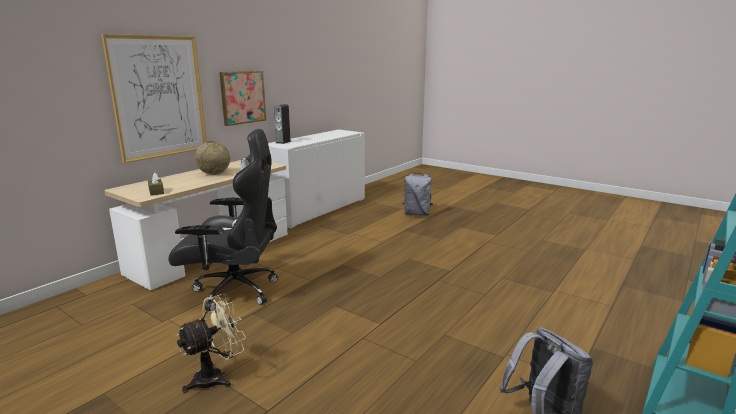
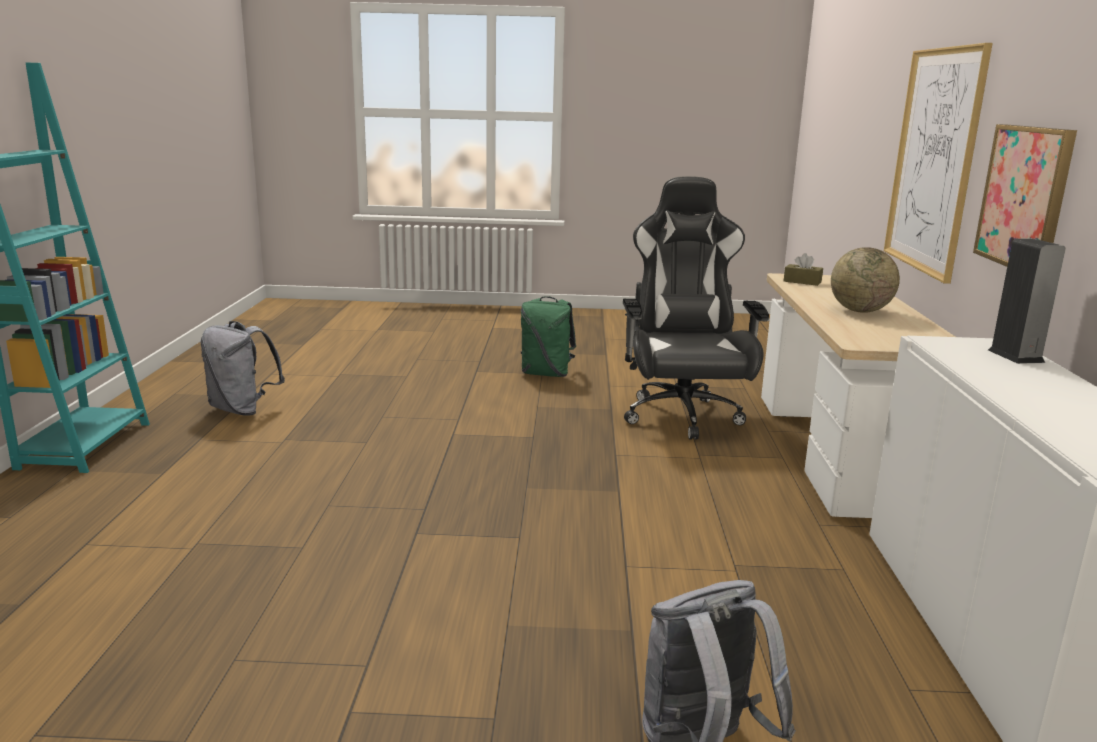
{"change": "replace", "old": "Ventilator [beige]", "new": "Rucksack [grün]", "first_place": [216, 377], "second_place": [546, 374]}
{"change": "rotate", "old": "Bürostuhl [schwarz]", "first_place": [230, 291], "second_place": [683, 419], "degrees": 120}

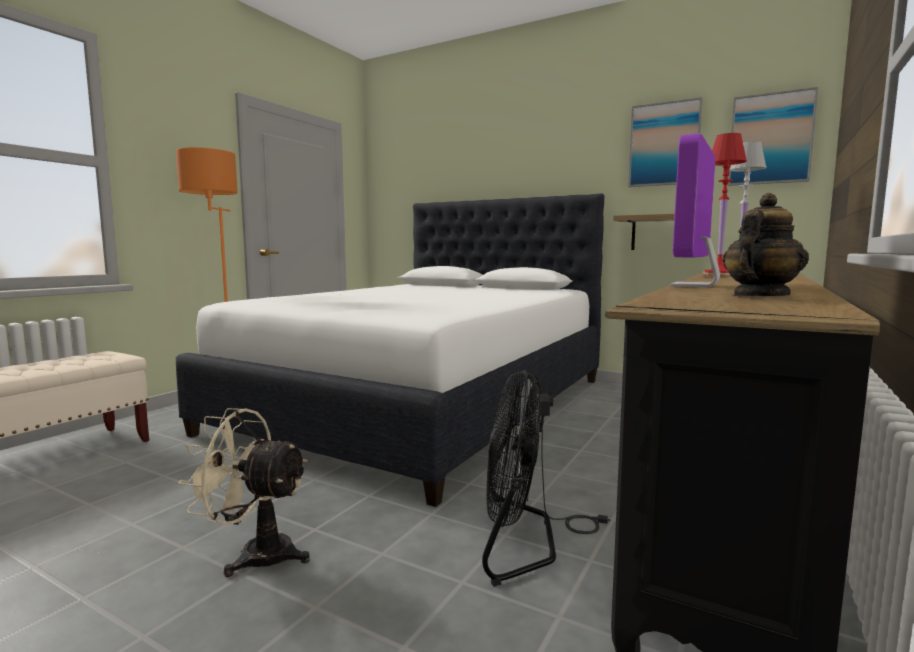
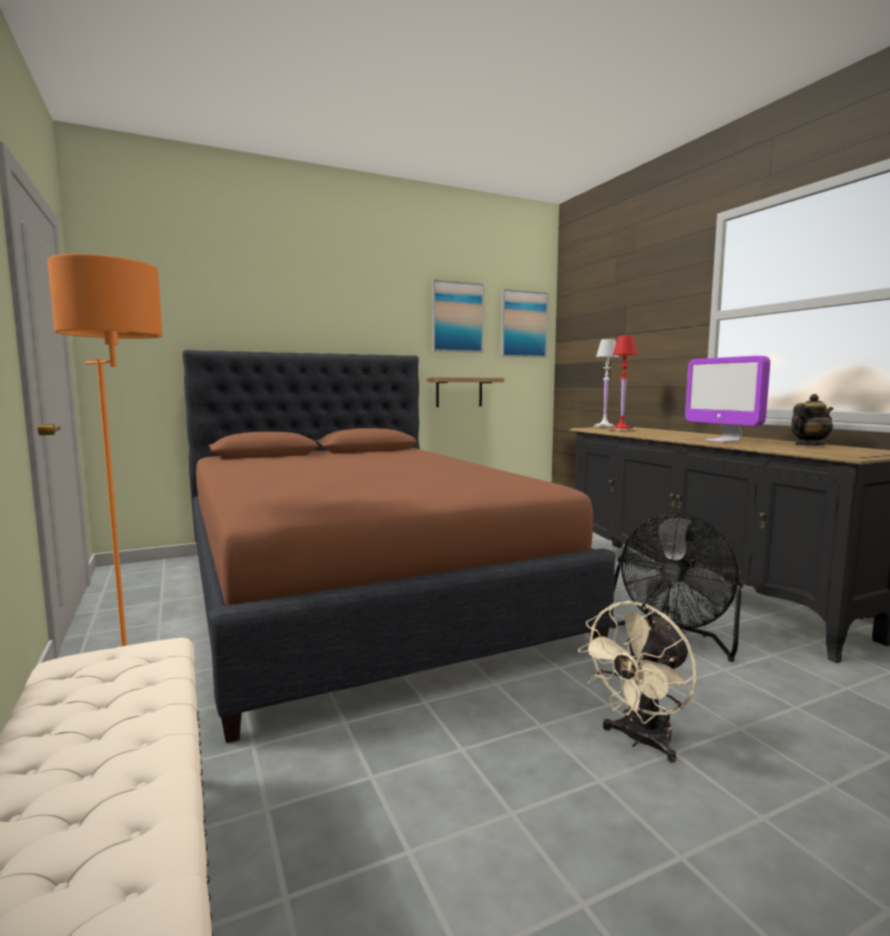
{"change": "recolor", "old": "Bett [weiß]", "new": "Bett [braun]", "first_place": [426, 404], "second_place": [359, 592]}
{"change": "rotate", "old": "Teekanne", "first_place": [759, 296], "second_place": [809, 445], "degrees": 75}

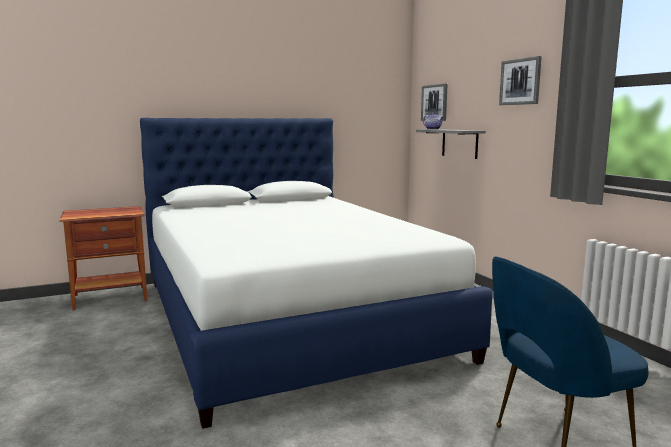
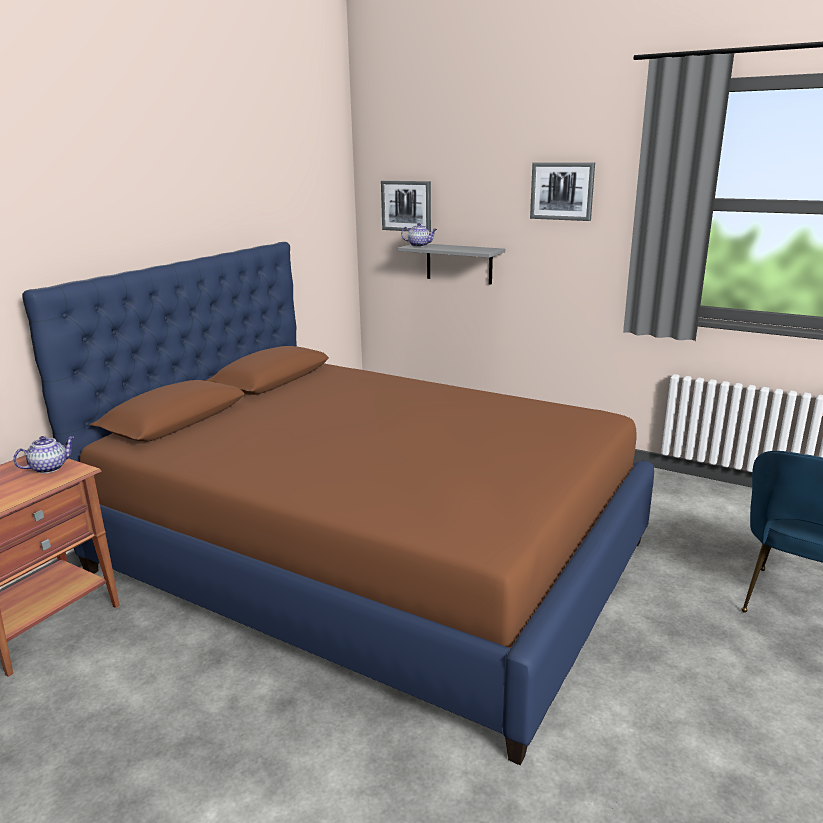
{"change": "insert", "new": "Teekanne", "second_place": [49, 468]}
{"change": "recolor", "old": "Bett [weiß]", "new": "Bett [braun]", "first_place": [287, 316], "second_place": [368, 556]}

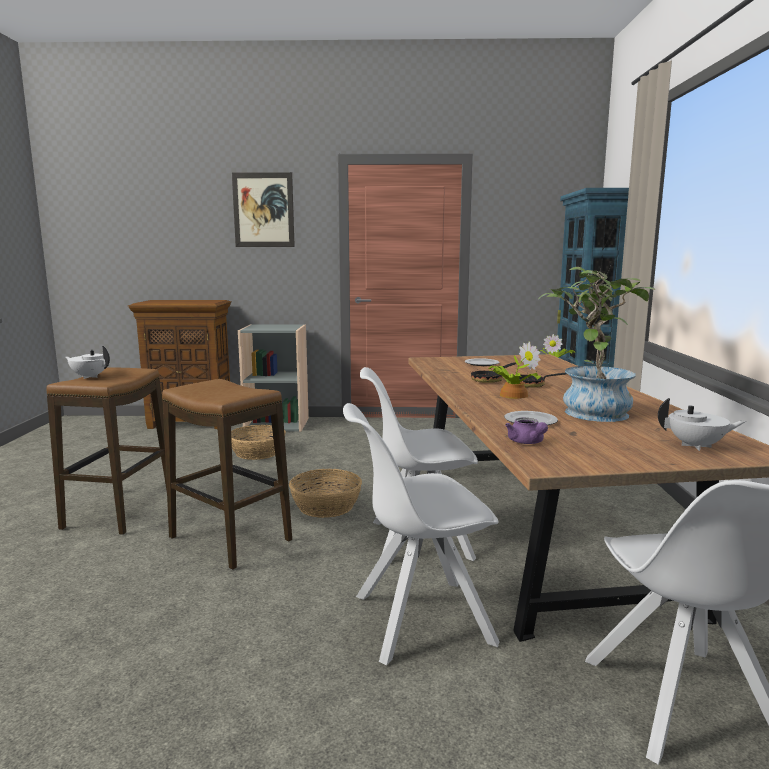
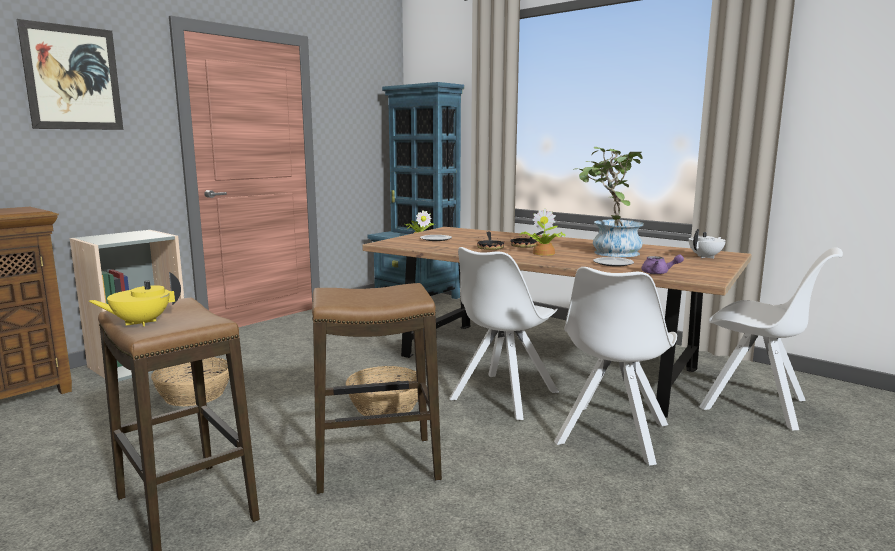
{"change": "recolor", "old": "Teekanne [weiß]", "new": "Teekanne [gelb]", "first_place": [90, 376], "second_place": [140, 323]}

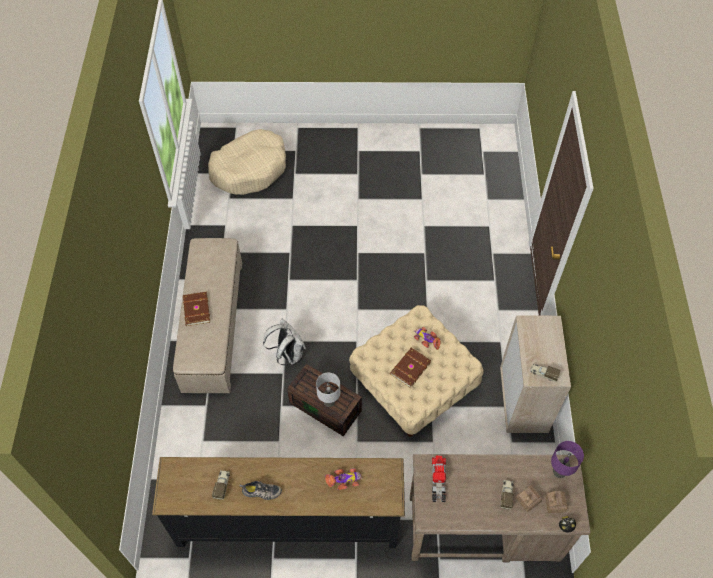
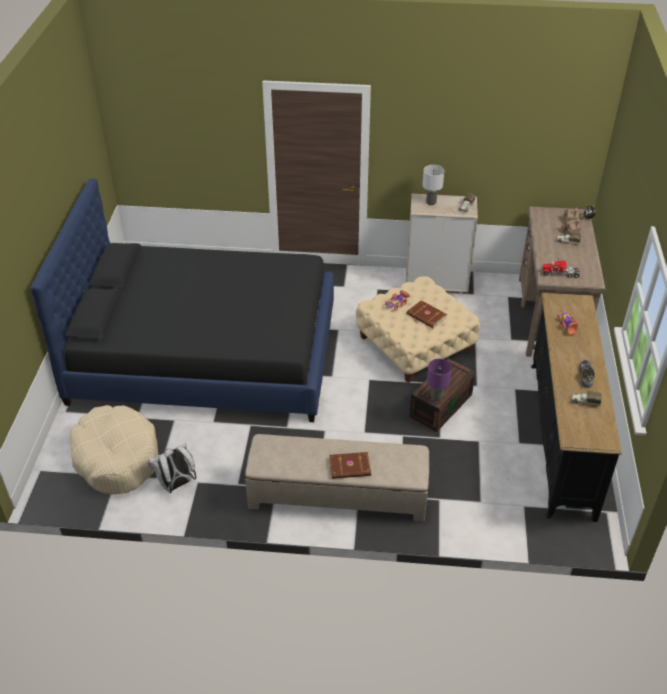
{"change": "insert", "new": "Bett [schwarz]", "second_place": [205, 353]}
{"change": "move", "old": "Rucksack [weiß]", "first_place": [288, 354], "second_place": [176, 484]}
{"change": "move", "old": "Tischlampe [weiß]", "first_place": [329, 401], "second_place": [430, 202]}
{"change": "move", "old": "Tischlampe [lila]", "first_place": [559, 471], "second_place": [435, 397]}

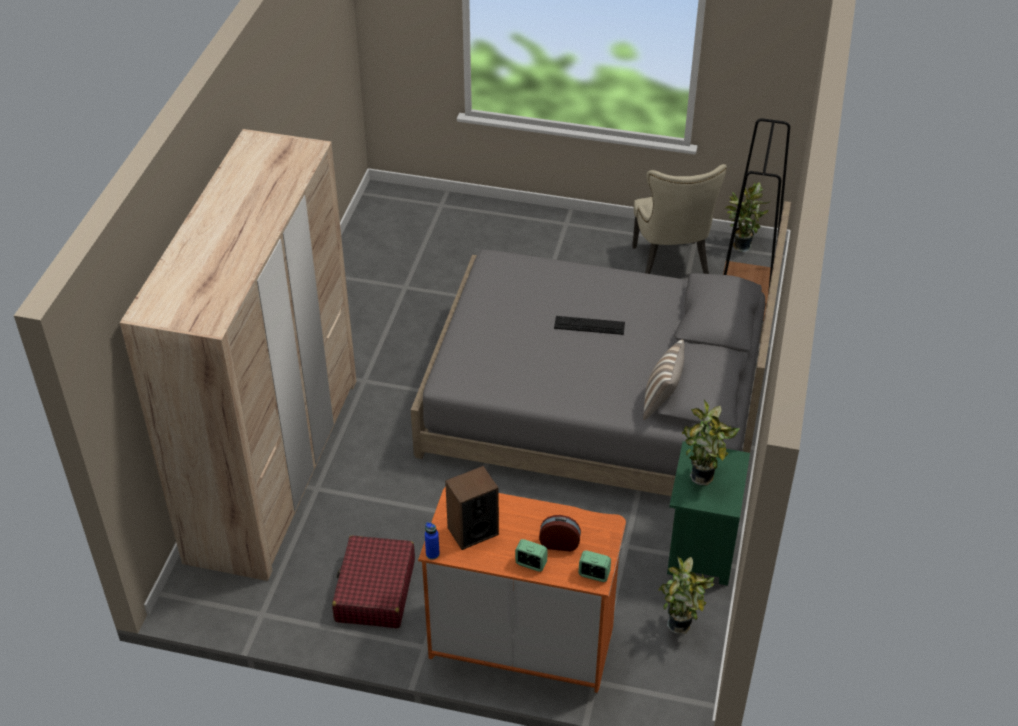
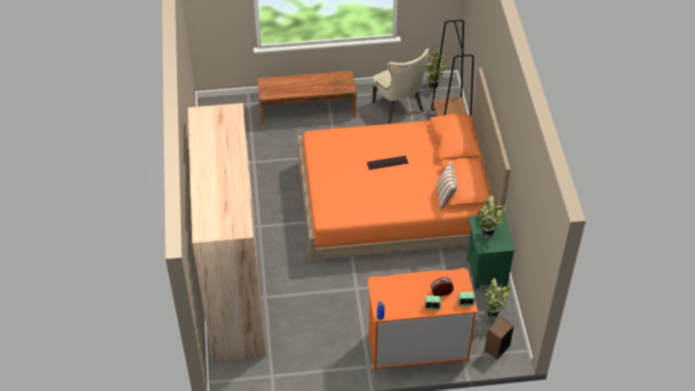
{"change": "delete", "old": "Koffer [rot]", "first_place": [375, 591]}
{"change": "insert", "new": "Bank [braun]", "second_place": [308, 109]}
{"change": "move", "old": "Lautsprecher", "first_place": [472, 531], "second_place": [497, 348]}
{"change": "recolor", "old": "Bett [grau]", "new": "Bett [orange]", "first_place": [596, 404], "second_place": [395, 204]}

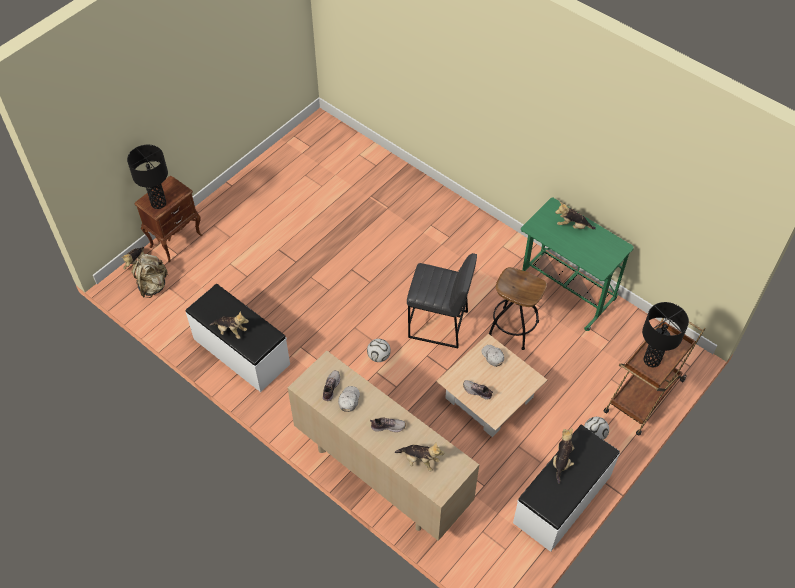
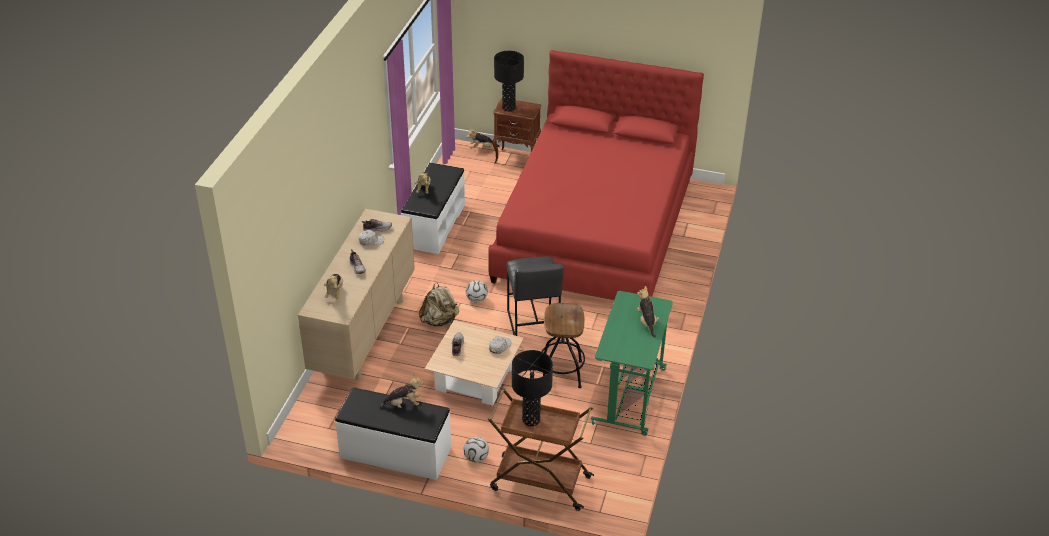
{"change": "insert", "new": "Bett [rot]", "second_place": [595, 229]}
{"change": "move", "old": "Rucksack [beige]", "first_place": [153, 285], "second_place": [439, 321]}

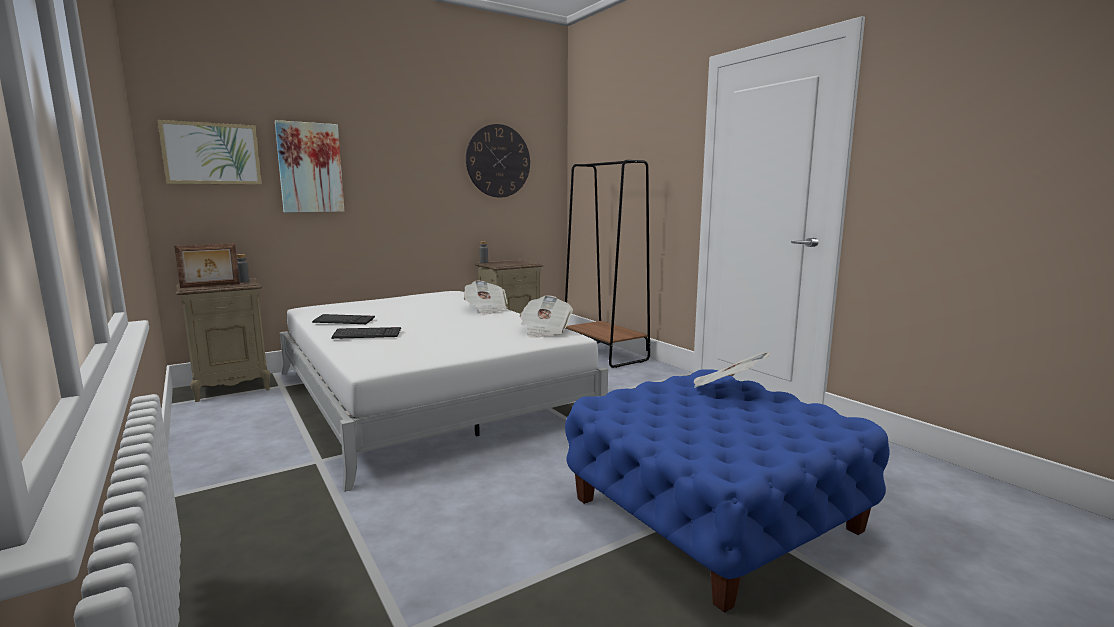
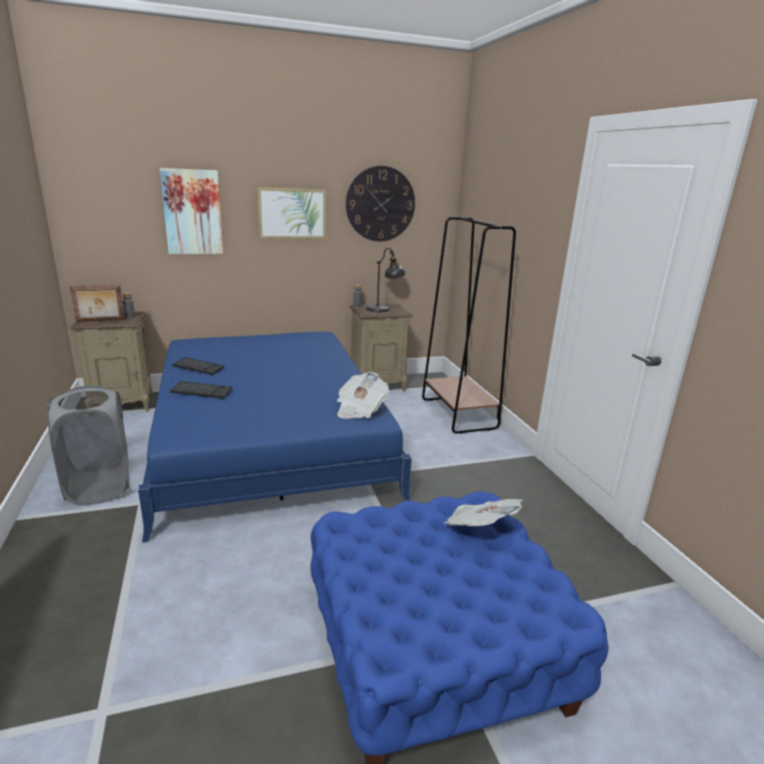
{"change": "delete", "old": "Zeitung", "first_place": [486, 309]}
{"change": "insert", "new": "Wäschekorb [grau]", "second_place": [99, 487]}
{"change": "insert", "new": "Tischlampe [grau]", "second_place": [384, 308]}
{"change": "move", "old": "Bild", "first_place": [212, 154], "second_place": [292, 213]}
{"change": "recolor", "old": "Bett [weiß]", "new": "Bett [blau]", "first_place": [426, 393], "second_place": [268, 438]}

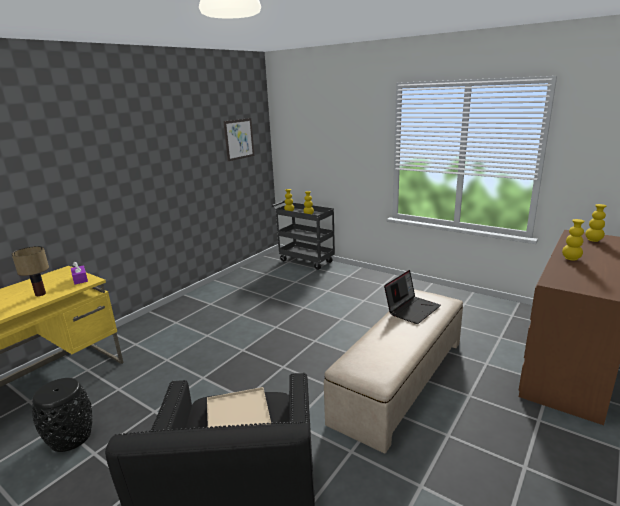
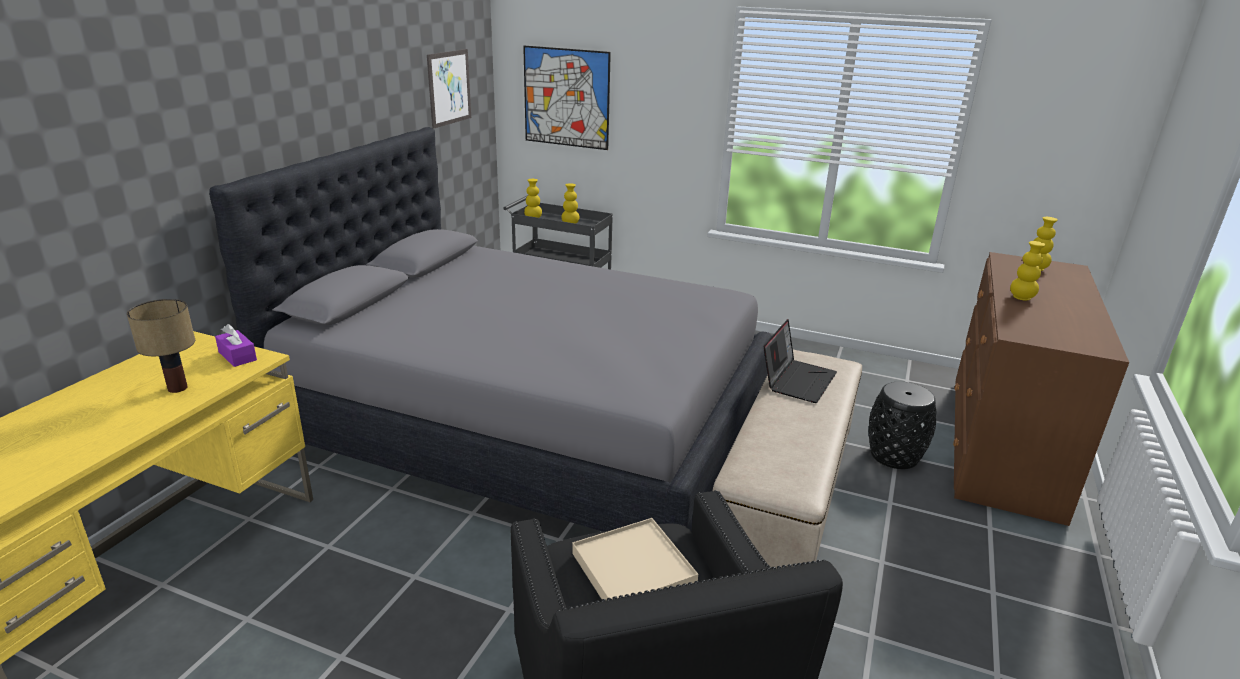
{"change": "insert", "new": "Bett [grau]", "second_place": [528, 421]}
{"change": "insert", "new": "Bild", "second_place": [566, 98]}
{"change": "move", "old": "Hocker [schwarz]", "first_place": [70, 438], "second_place": [894, 456]}

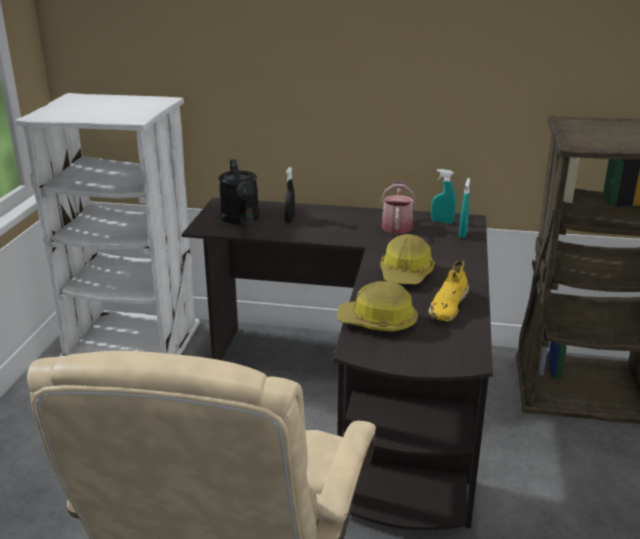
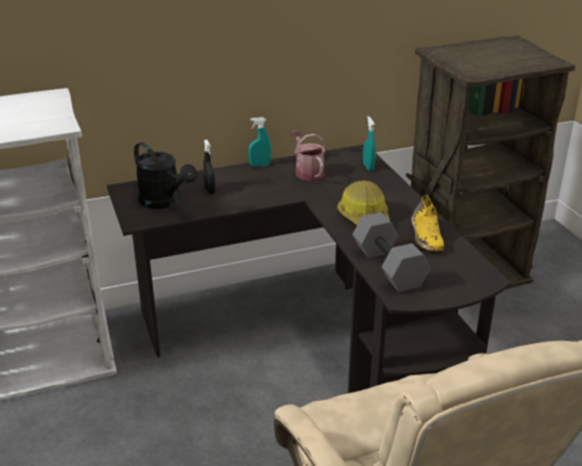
{"change": "move", "old": "Sprühflasche [türkis]", "first_place": [442, 222], "second_place": [260, 165]}
{"change": "replace", "old": "Schutzhelm", "new": "Hantel [grau]", "first_place": [378, 322], "second_place": [390, 267]}

